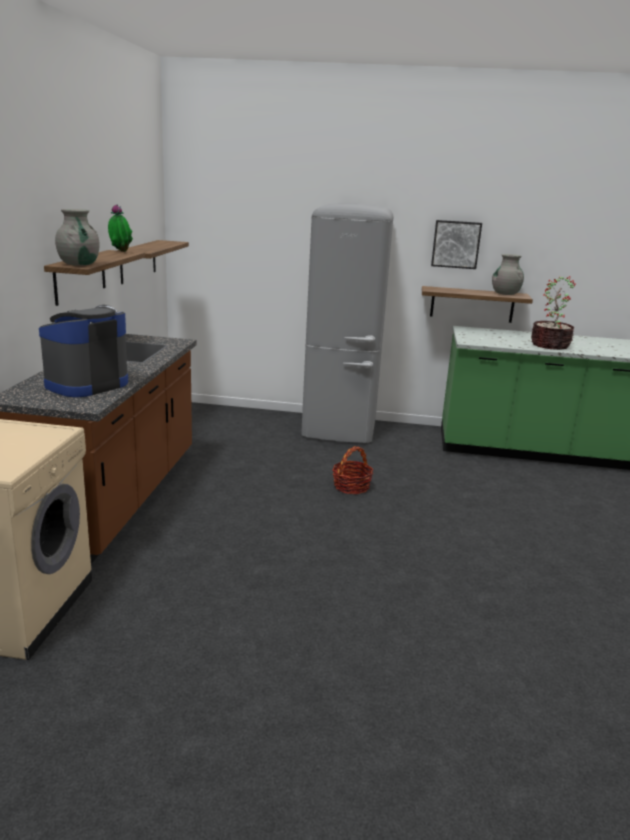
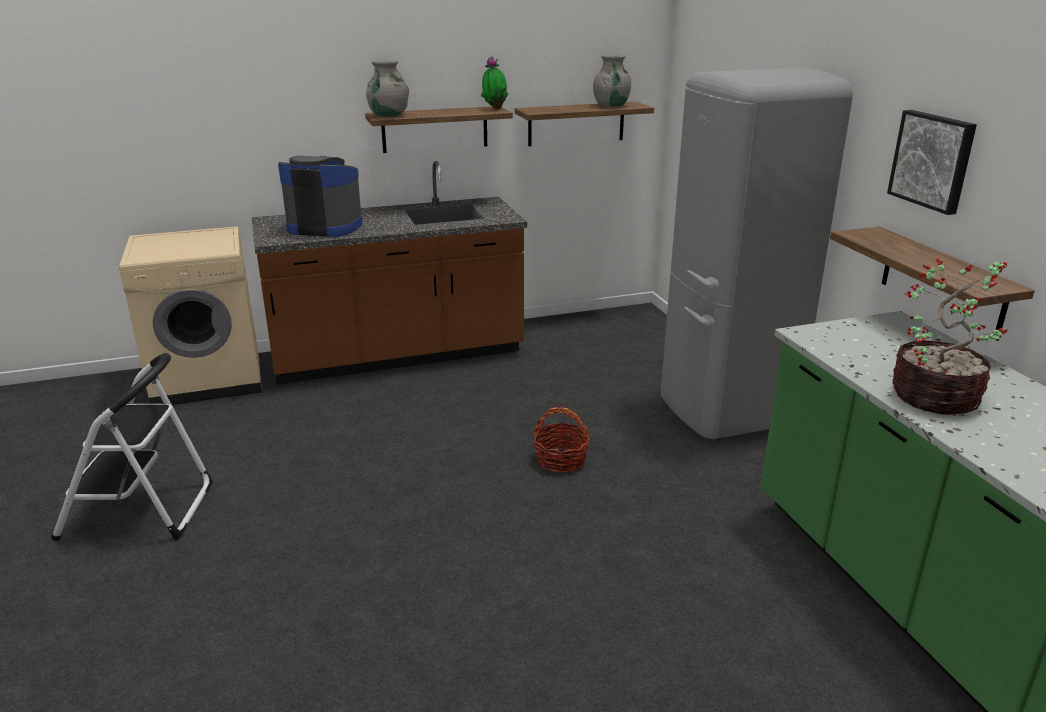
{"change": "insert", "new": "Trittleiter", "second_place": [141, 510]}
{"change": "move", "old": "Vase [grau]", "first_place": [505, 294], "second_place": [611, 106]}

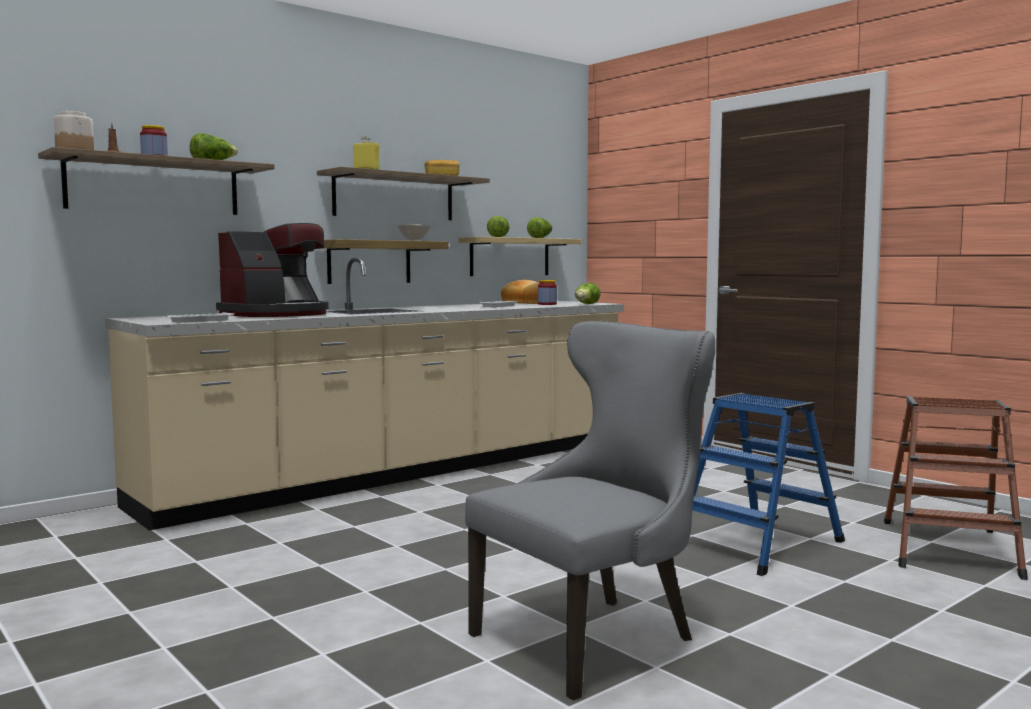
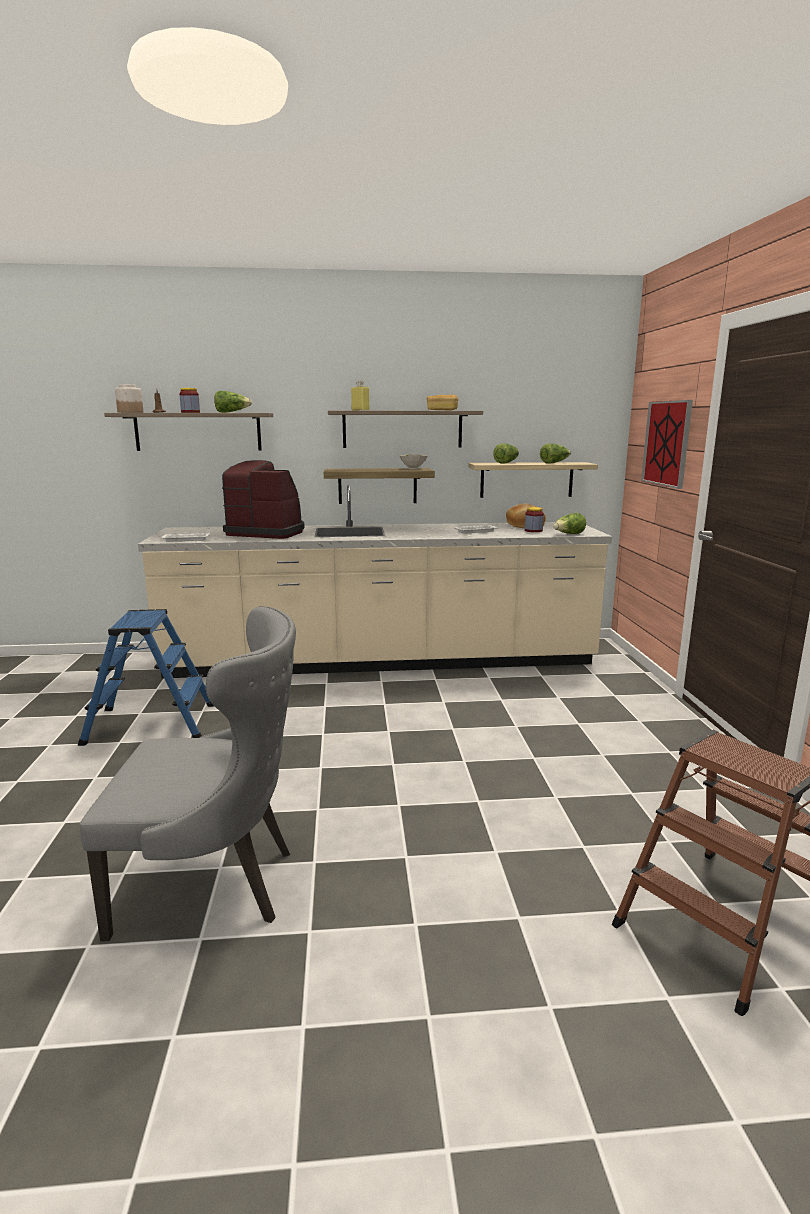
{"change": "insert", "new": "Bild", "second_place": [667, 443]}
{"change": "move", "old": "Trittleiter [blau]", "first_place": [758, 544], "second_place": [151, 724]}
{"change": "rotate", "old": "Kaffeemaschine", "first_place": [277, 314], "second_place": [267, 532], "degrees": -150}

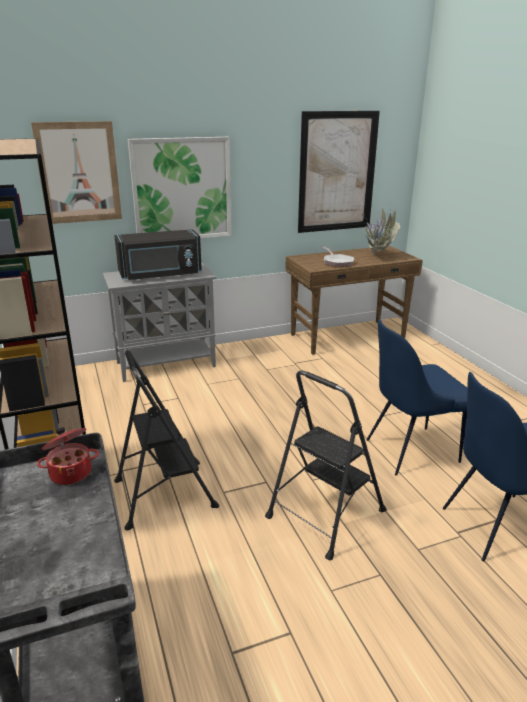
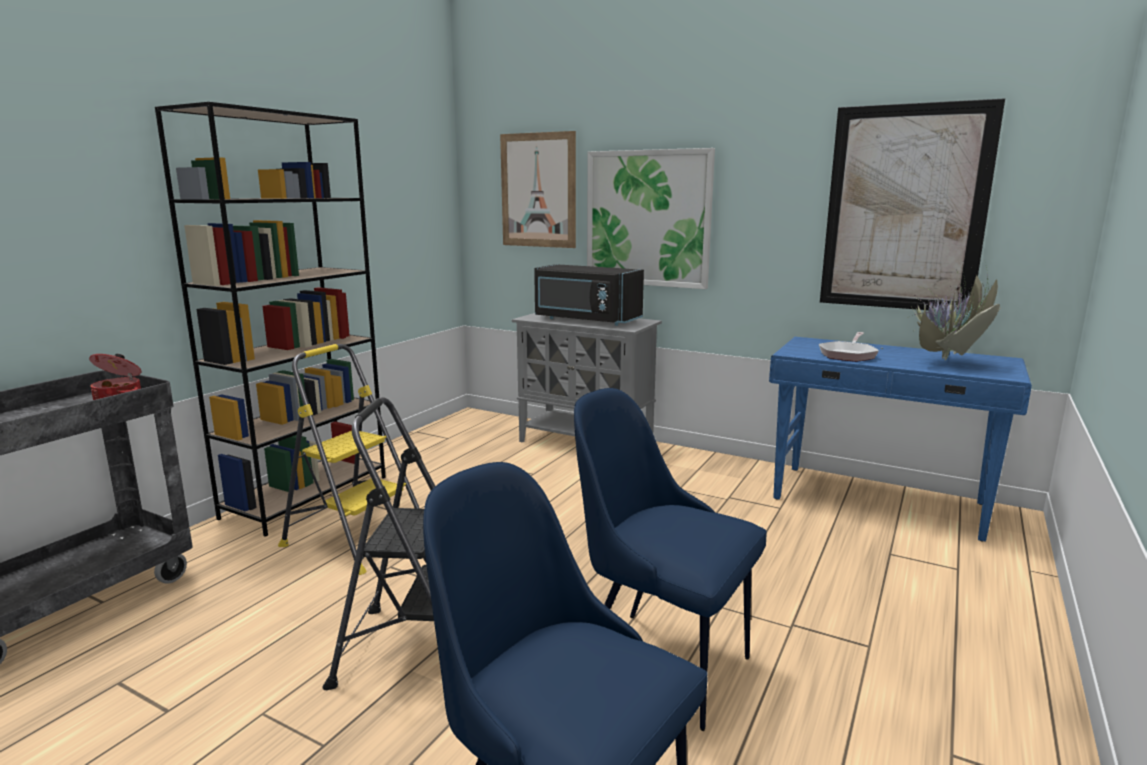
{"change": "recolor", "old": "Trittleiter [schwarz]", "new": "Trittleiter [gelb]", "first_place": [161, 493], "second_place": [353, 536]}
{"change": "recolor", "old": "Konsolentisch [braun]", "new": "Konsolentisch [blau]", "first_place": [348, 337], "second_place": [879, 501]}

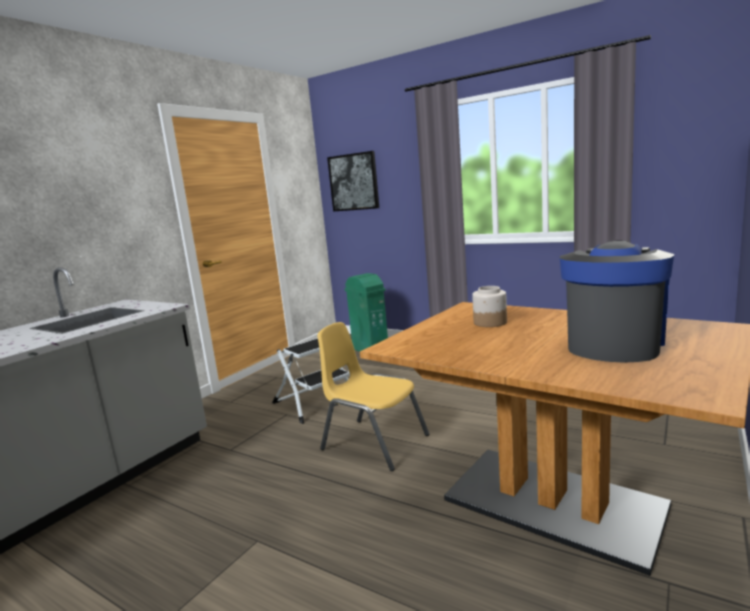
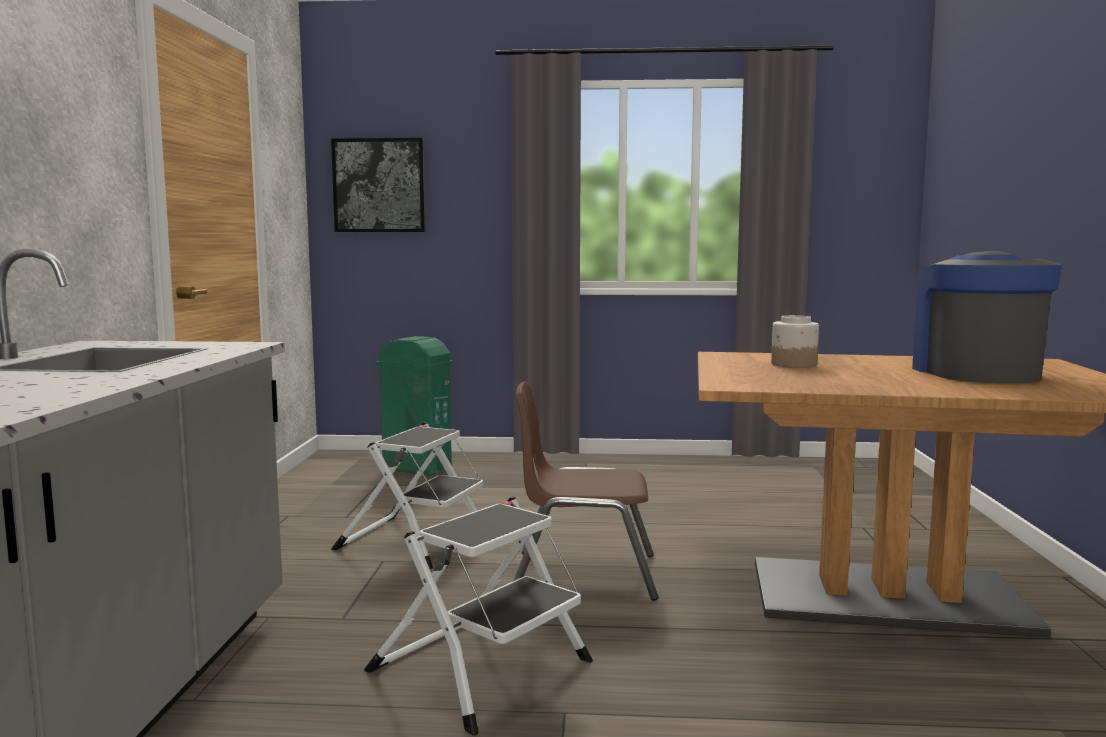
{"change": "insert", "new": "Trittleiter", "second_place": [479, 669]}
{"change": "recolor", "old": "Stuhl [gelb]", "new": "Stuhl [braun]", "first_place": [374, 442], "second_place": [584, 574]}

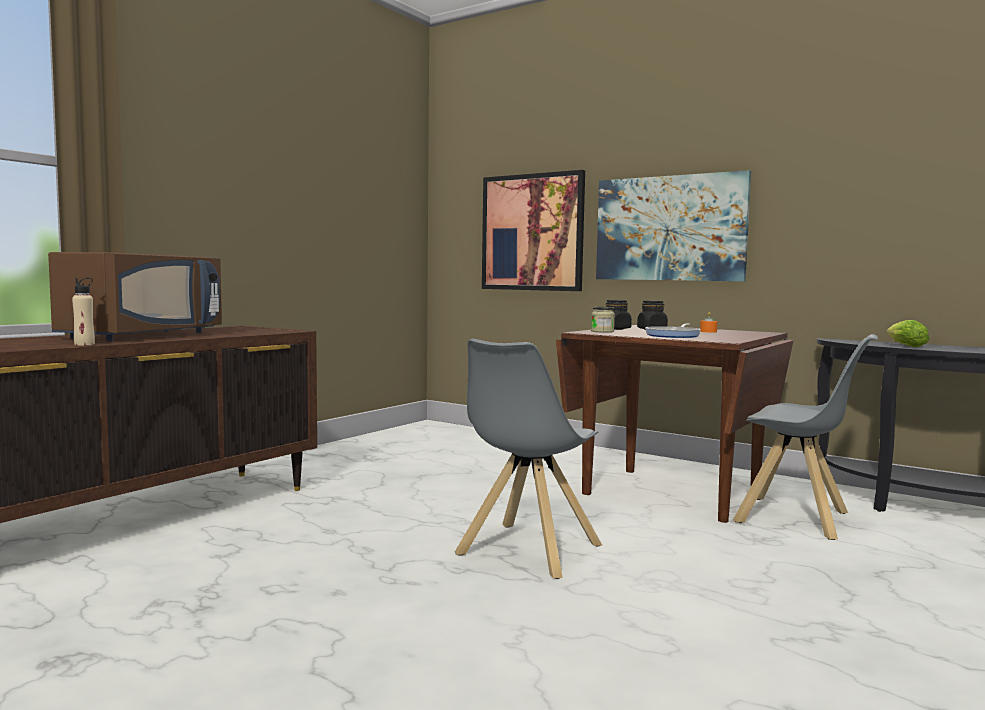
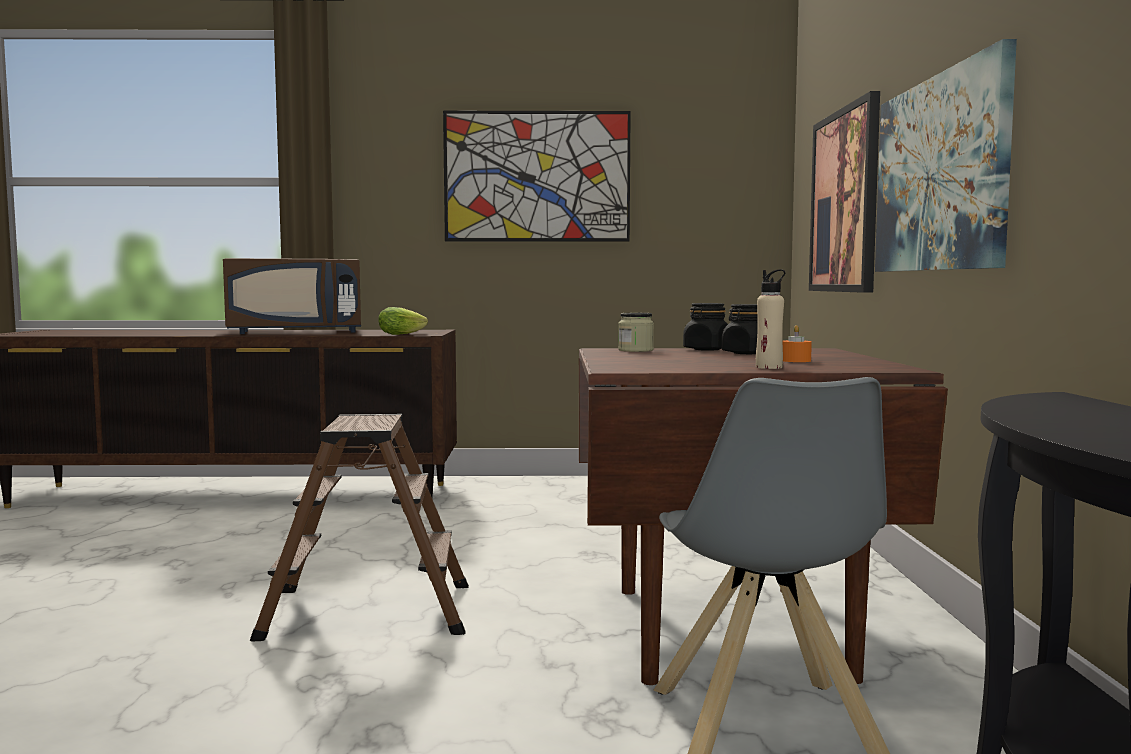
{"change": "delete", "old": "Pfanne", "first_place": [674, 335]}
{"change": "insert", "new": "Bild", "second_place": [537, 176]}
{"change": "move", "old": "Flasche [beige]", "first_place": [84, 344], "second_place": [769, 367]}
{"change": "move", "old": "Salatkopf", "first_place": [904, 346], "second_place": [404, 334]}
{"change": "replace", "old": "Stuhl [grau]", "new": "Trittleiter [braun]", "first_place": [526, 550], "second_place": [367, 611]}

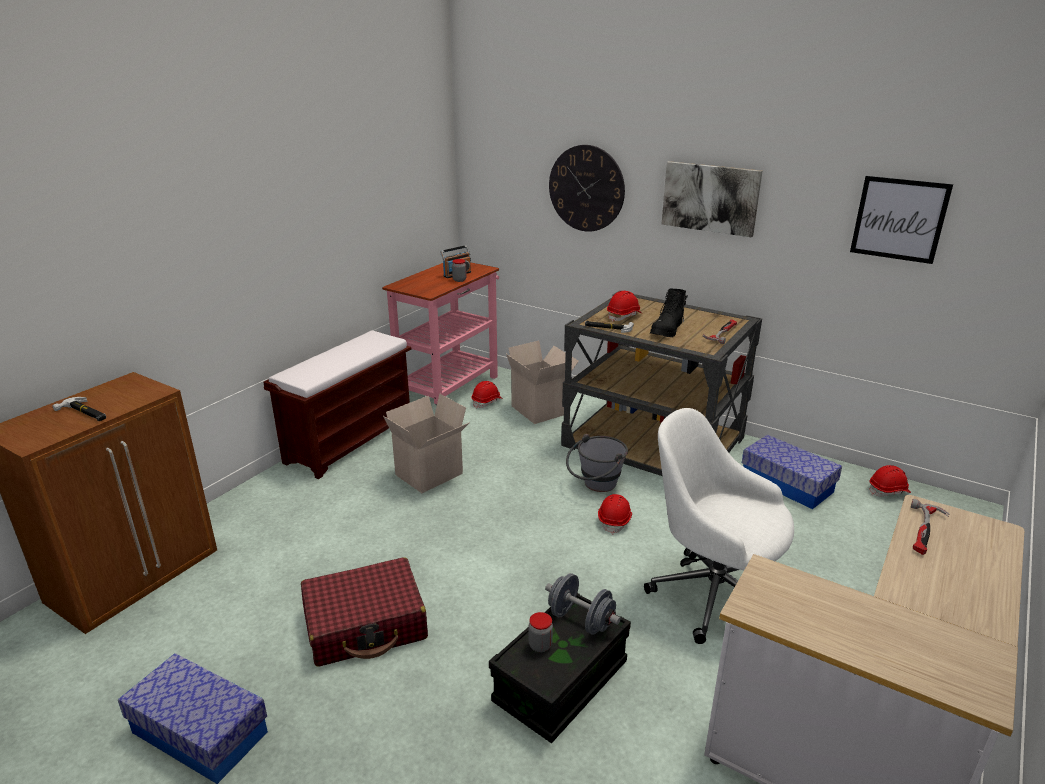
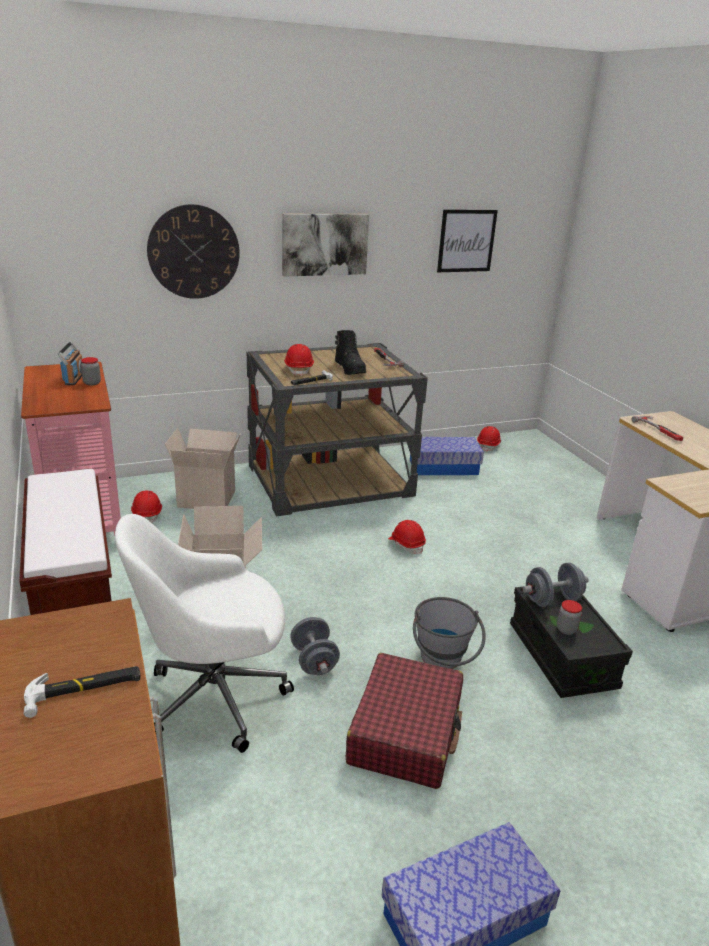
{"change": "insert", "new": "Hantel [grau]", "second_place": [314, 661]}
{"change": "move", "old": "Eimer [grau]", "first_place": [595, 485], "second_place": [442, 663]}
{"change": "move", "old": "Bürostuhl [weiß]", "first_place": [711, 596], "second_place": [214, 699]}

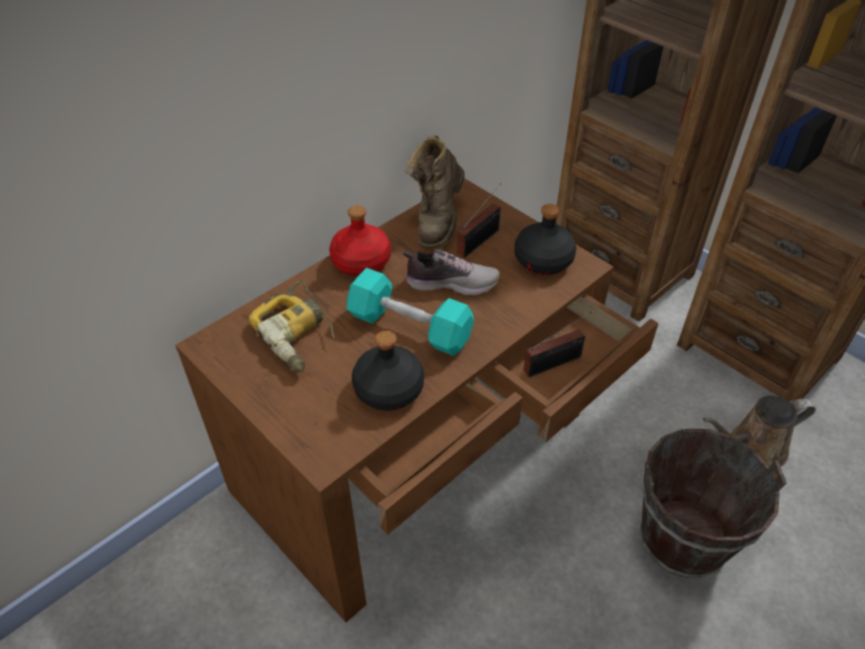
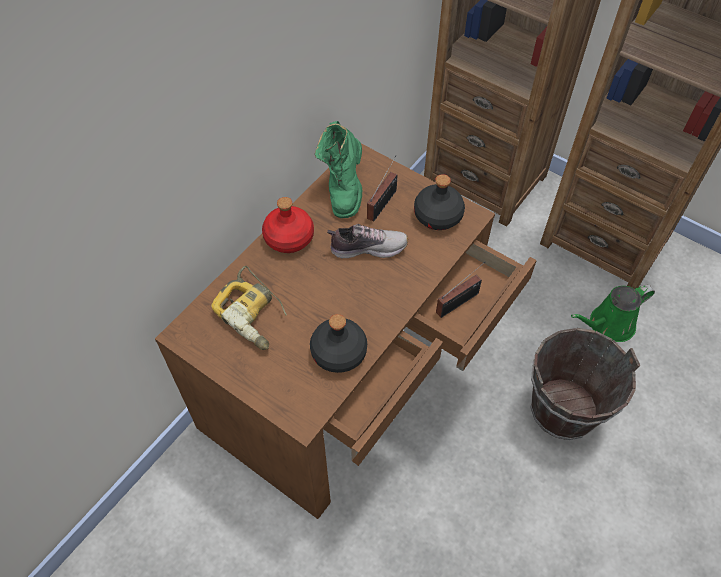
{"change": "delete", "old": "Hantel [türkis]", "first_place": [410, 327]}
{"change": "recolor", "old": "Stiefel [braun]", "new": "Stiefel [grün]", "first_place": [438, 221], "second_place": [344, 189]}
{"change": "recolor", "old": "Gießkanne [braun]", "new": "Gießkanne [grün]", "first_place": [752, 447], "second_place": [608, 325]}

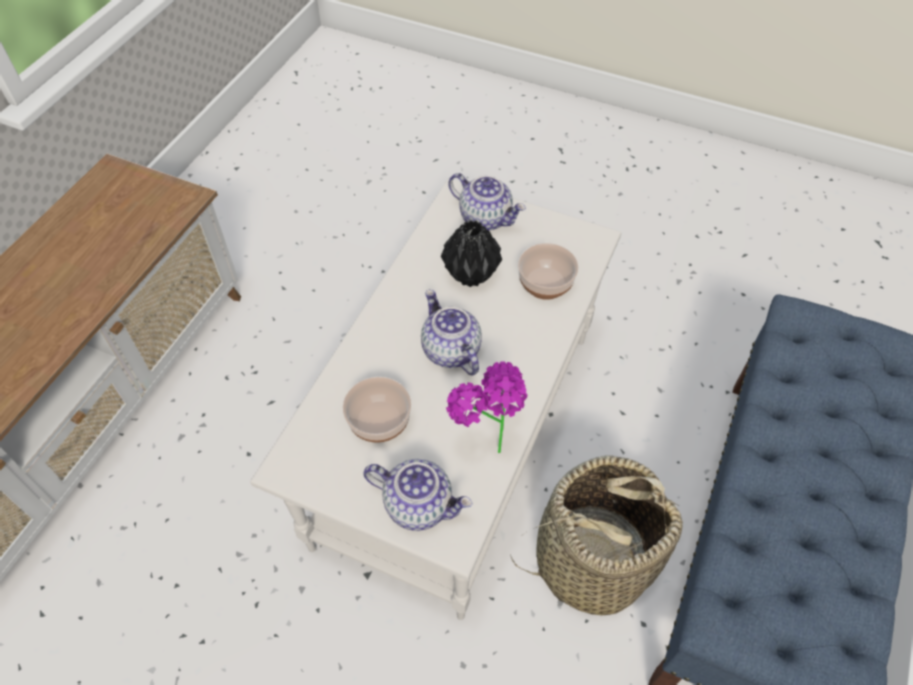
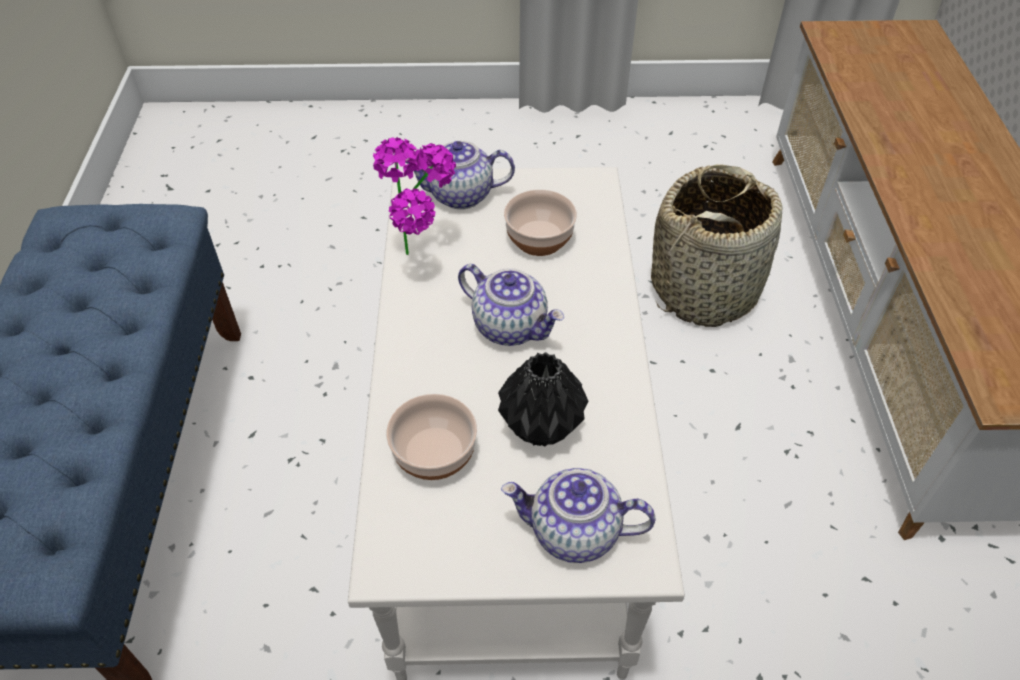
{"change": "move", "old": "Korb", "first_place": [591, 559], "second_place": [705, 288]}

